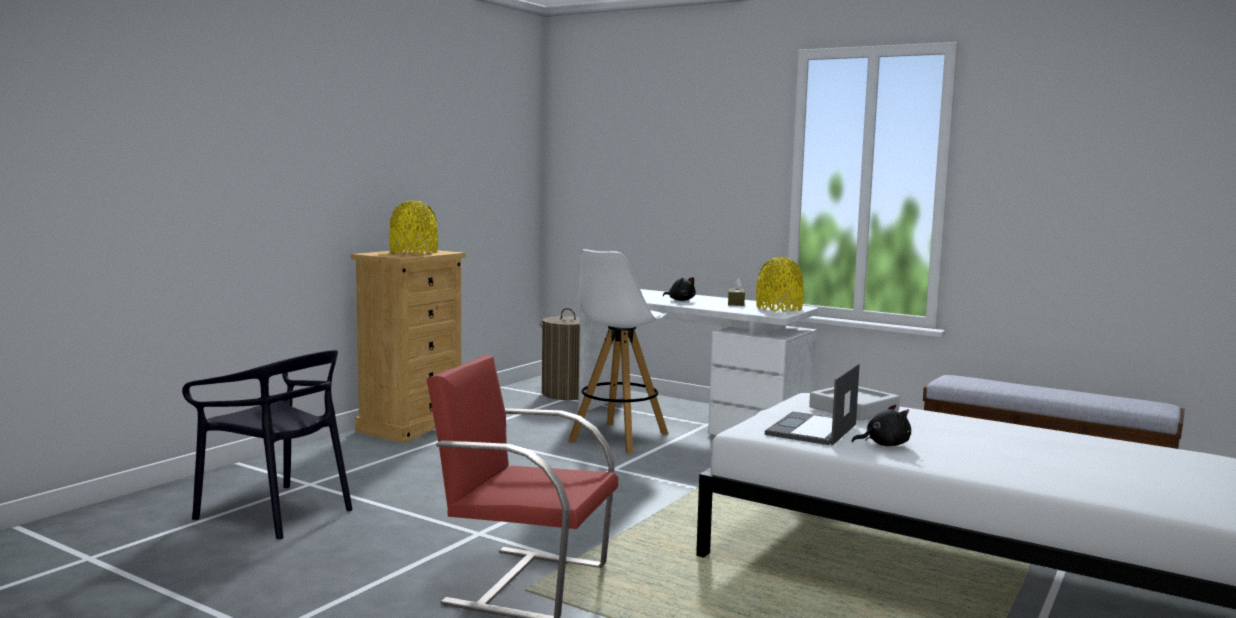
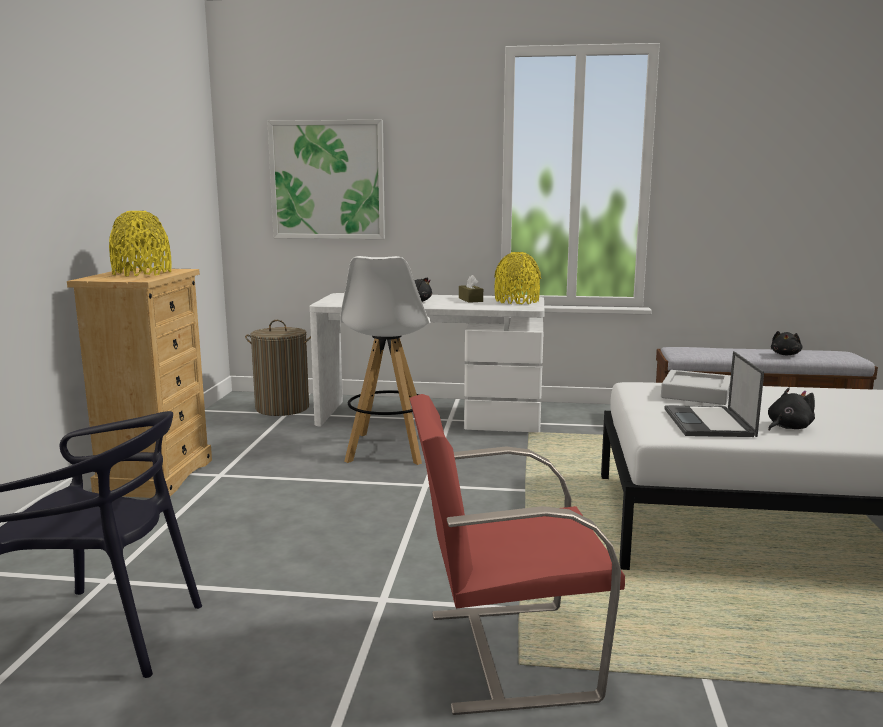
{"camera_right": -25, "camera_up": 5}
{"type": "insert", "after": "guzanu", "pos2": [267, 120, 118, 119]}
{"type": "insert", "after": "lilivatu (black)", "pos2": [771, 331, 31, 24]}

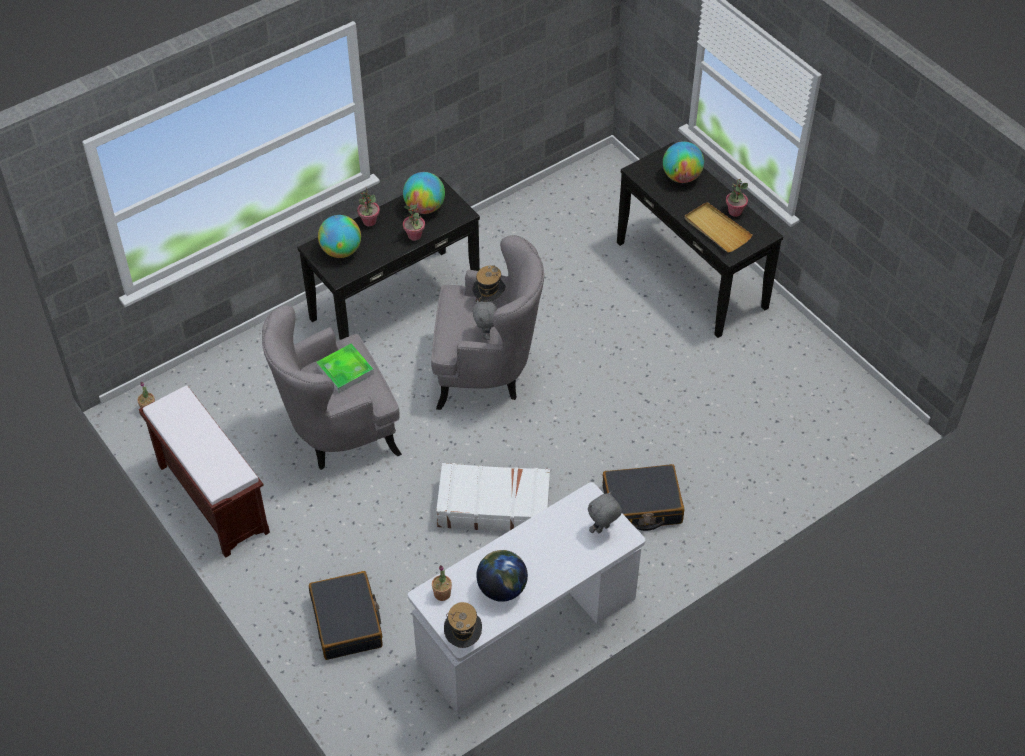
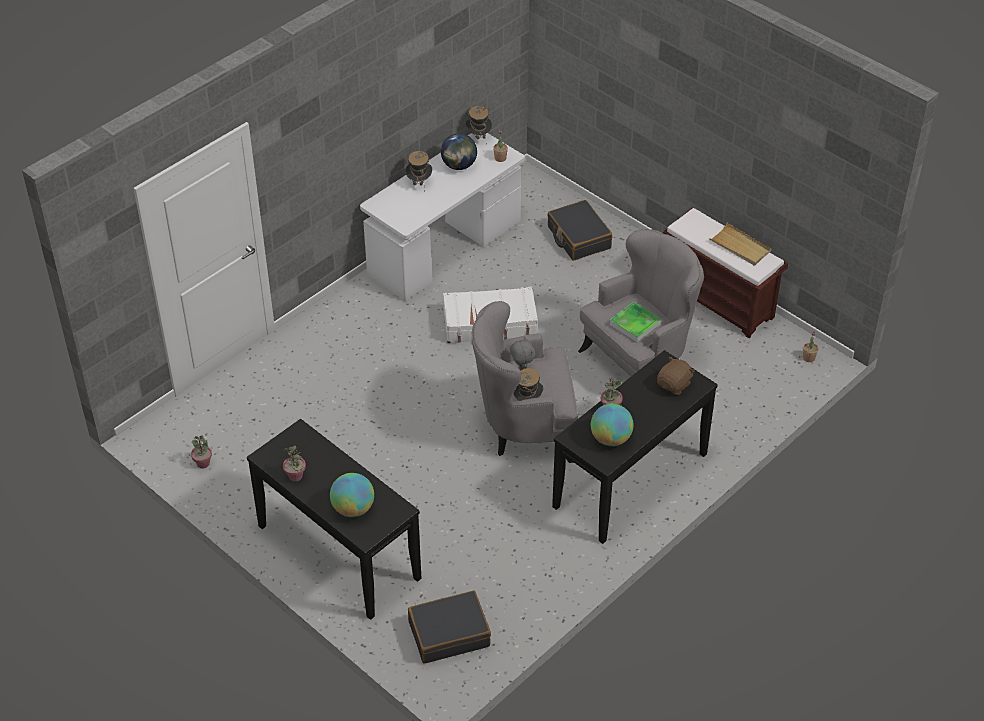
{"camera_right": 170, "camera_up": -5}
{"type": "move", "before": "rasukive", "pos1": [357, 188, 23, 39], "pos2": [191, 435, 21, 34]}
{"type": "insert", "after": "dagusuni", "pos2": [405, 151, 27, 34]}
{"type": "move", "before": "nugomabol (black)", "pos1": [603, 464, 82, 67], "pos2": [408, 591, 83, 73]}
{"type": "replace", "before": "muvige", "after": "lilivatu (brown)", "pos1": [318, 215, 43, 43], "pos2": [657, 357, 38, 38]}
{"type": "move", "before": "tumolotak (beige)", "pos1": [685, 202, 67, 51], "pos2": [709, 223, 62, 43]}
{"type": "delete", "before": "lilivatu (grey)", "pos1": [588, 492, 34, 41]}

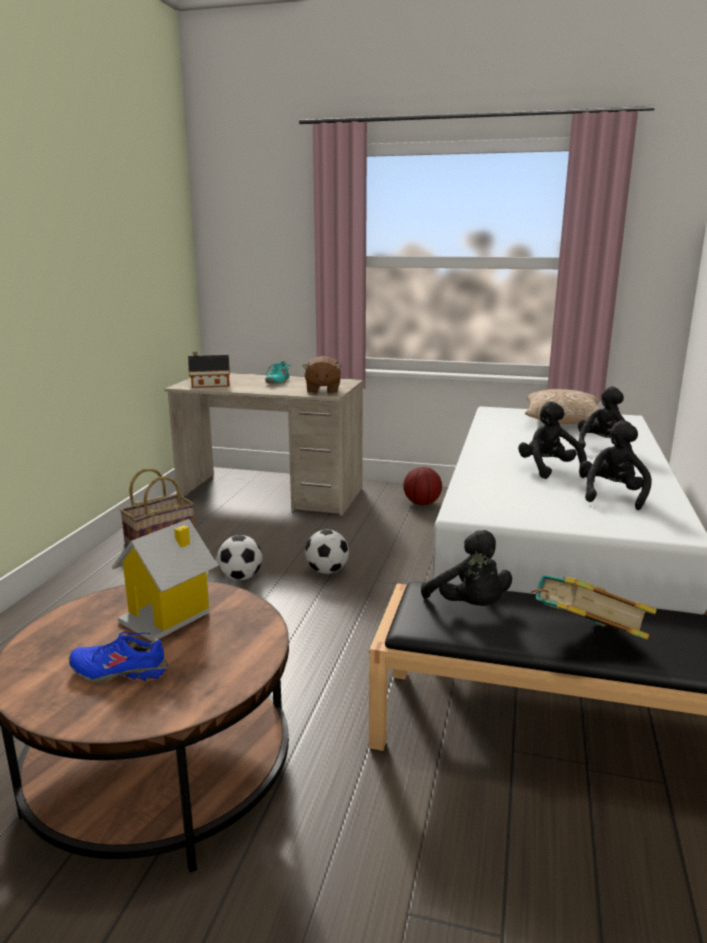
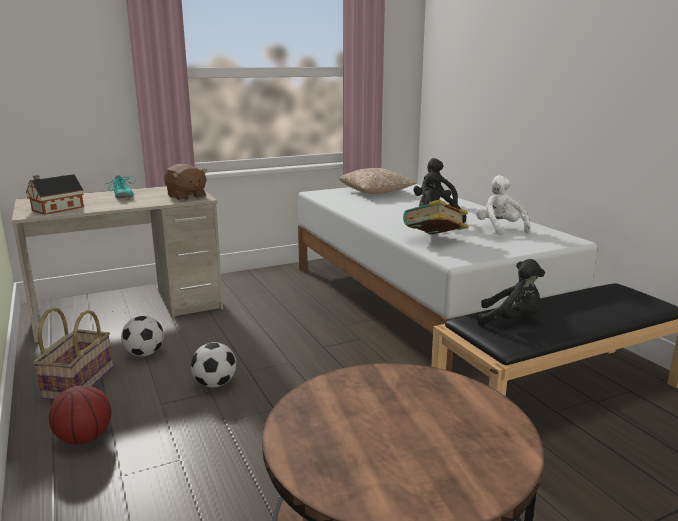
{"camera_right": -40, "camera_up": 0}
{"type": "move", "before": "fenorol", "pos1": [403, 467, 39, 38], "pos2": [48, 385, 64, 60]}
{"type": "move", "before": "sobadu", "pos1": [305, 530, 44, 44], "pos2": [121, 316, 43, 40]}
{"type": "move", "before": "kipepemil", "pos1": [532, 575, 125, 64], "pos2": [403, 200, 66, 35]}
{"type": "recolor", "before": "lilivatu (black)", "after": "lilivatu (white)", "pos1": [581, 420, 71, 90], "pos2": [476, 175, 54, 60]}
{"type": "delete", "before": "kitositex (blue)", "pos1": [69, 632, 99, 51]}
{"type": "delete", "before": "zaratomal", "pos1": [112, 519, 106, 123]}

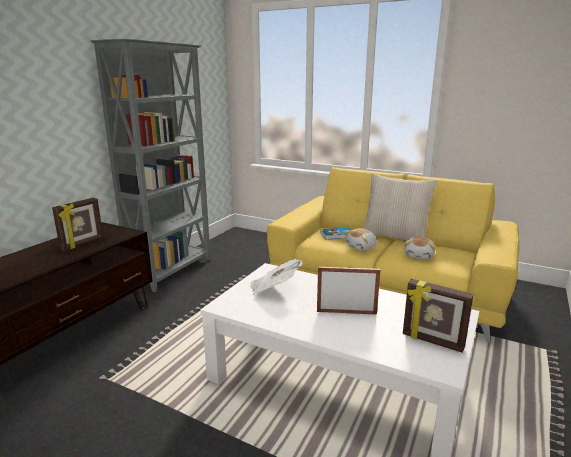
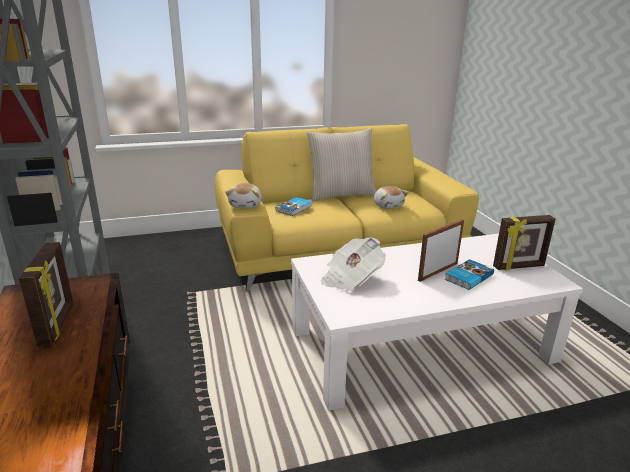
{"camera_right": -45, "camera_up": 5}
{"type": "move", "before": "lilivatu", "pos1": [343, 228, 34, 23], "pos2": [225, 183, 37, 25]}
{"type": "insert", "after": "kipepemil", "pos2": [444, 259, 50, 31]}

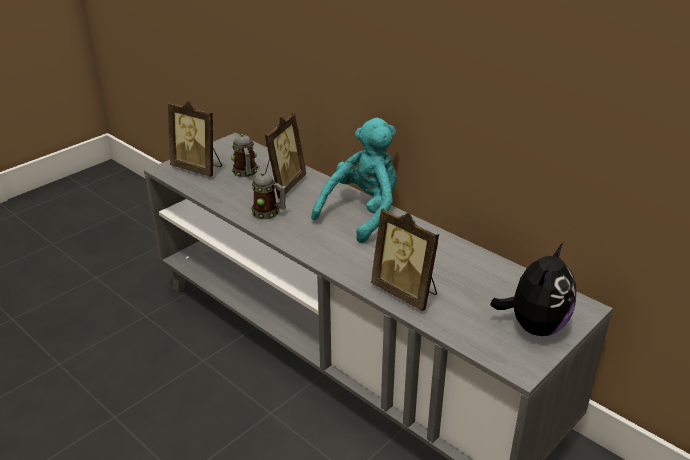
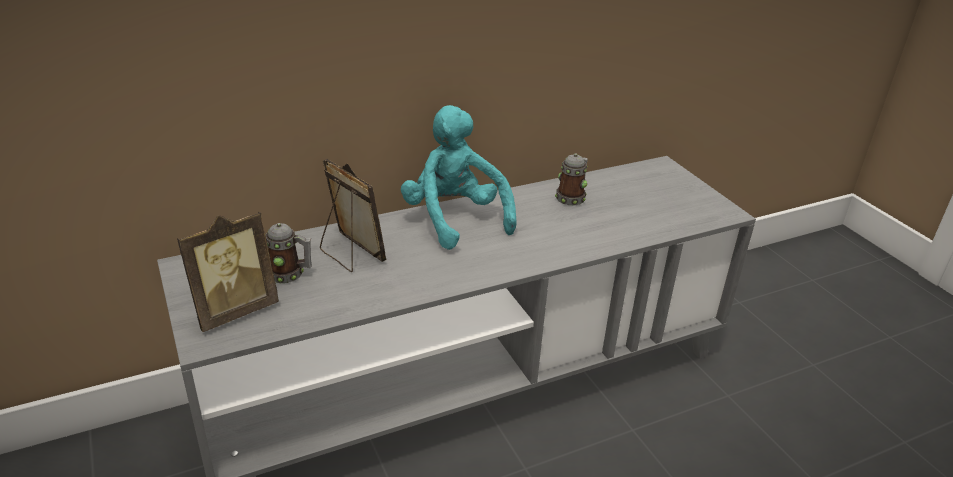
{"camera_right": -70, "camera_up": 0}
{"type": "move", "before": "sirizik", "pos1": [251, 173, 35, 46], "pos2": [555, 153, 33, 52]}
{"type": "delete", "before": "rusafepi", "pos1": [371, 208, 68, 103]}
{"type": "delete", "before": "lilivatu", "pos1": [490, 243, 87, 93]}

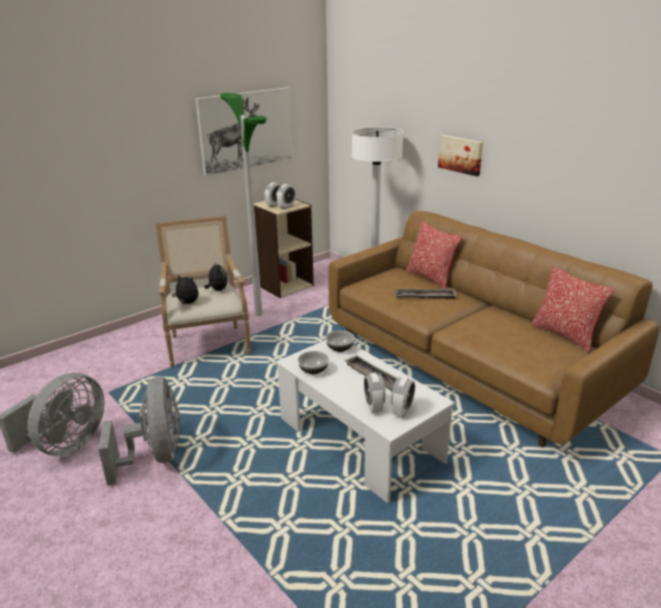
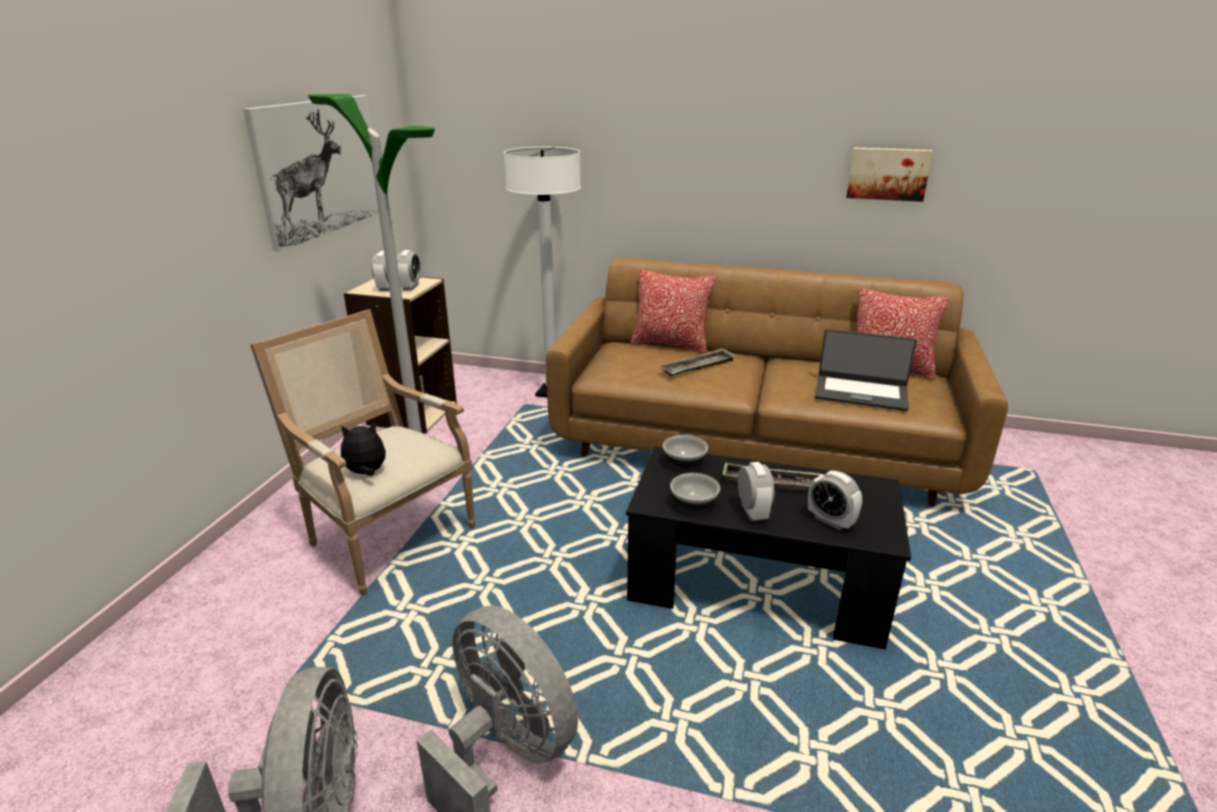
{"camera_right": -35, "camera_up": 0}
{"type": "recolor", "before": "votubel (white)", "after": "votubel (black)", "pos1": [276, 340, 179, 163], "pos2": [626, 447, 285, 202]}
{"type": "move", "before": "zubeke", "pos1": [391, 377, 24, 40], "pos2": [738, 462, 37, 59]}
{"type": "insert", "after": "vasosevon", "pos2": [815, 329, 102, 82]}
{"type": "move", "before": "guzanu", "pos1": [438, 135, 45, 42], "pos2": [846, 147, 87, 55]}
{"type": "delete", "before": "lilivatu", "pos1": [204, 262, 24, 29]}

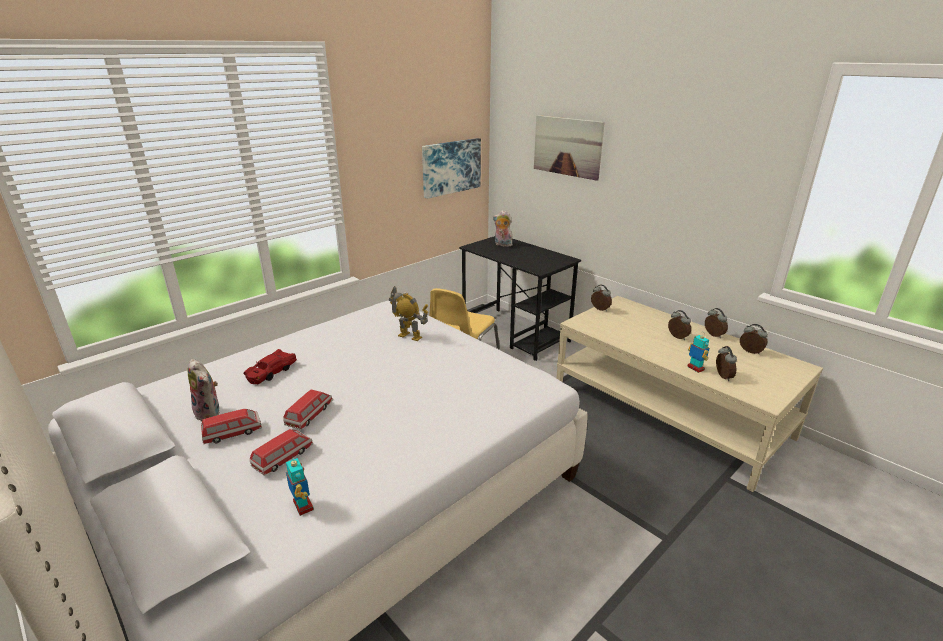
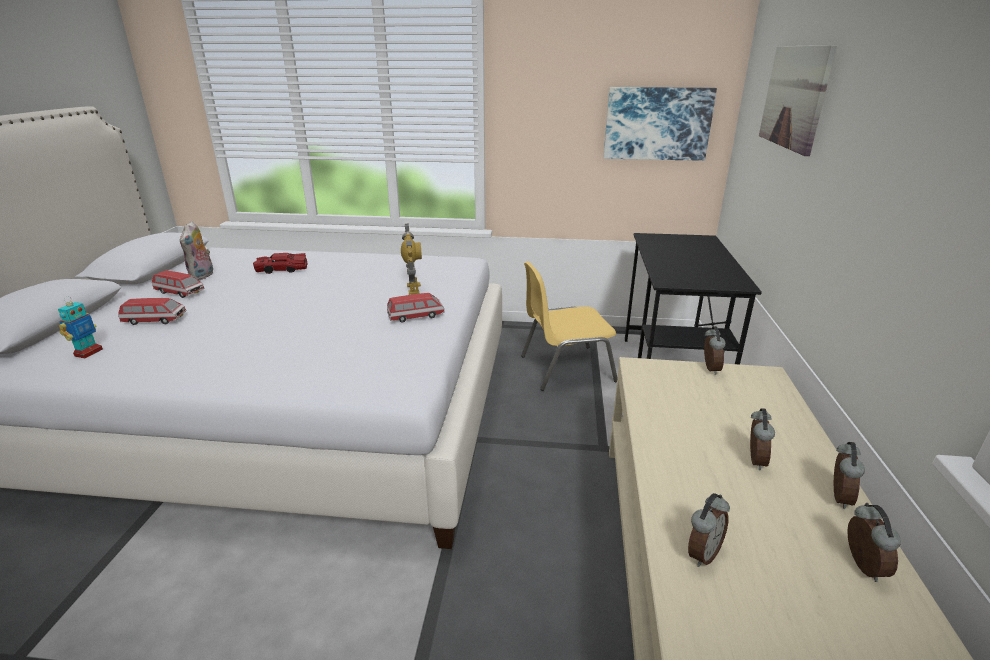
{"camera_right": 50, "camera_up": 0}
{"type": "move", "before": "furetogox", "pos1": [283, 390, 50, 40], "pos2": [387, 293, 58, 30]}
{"type": "delete", "before": "lilivatu", "pos1": [493, 210, 20, 37]}
{"type": "delete", "before": "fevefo", "pos1": [687, 333, 22, 40]}

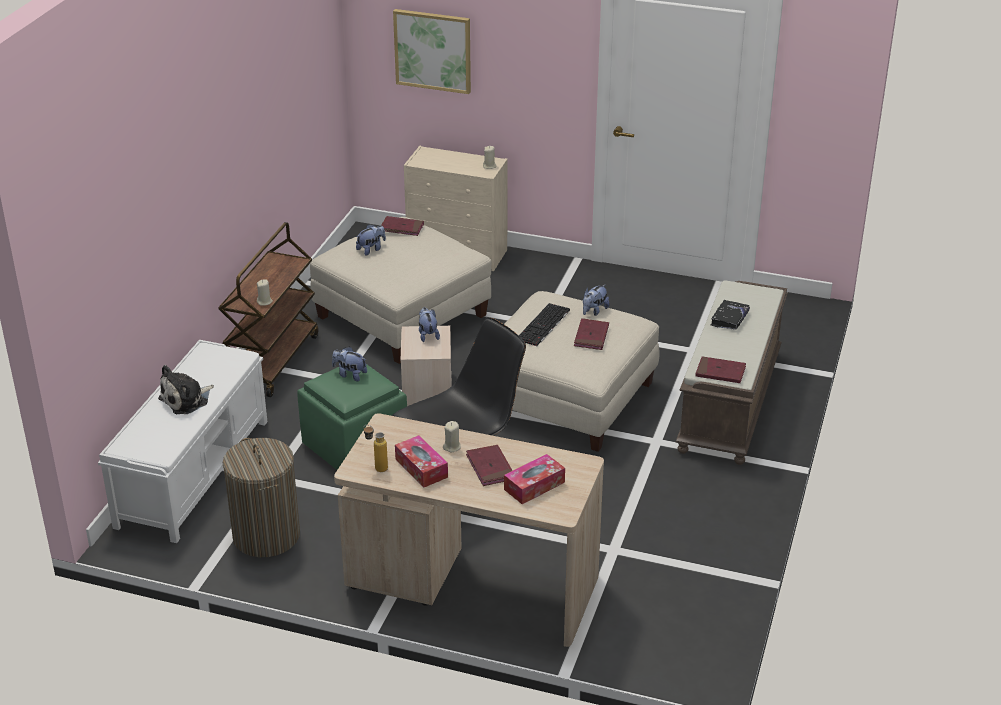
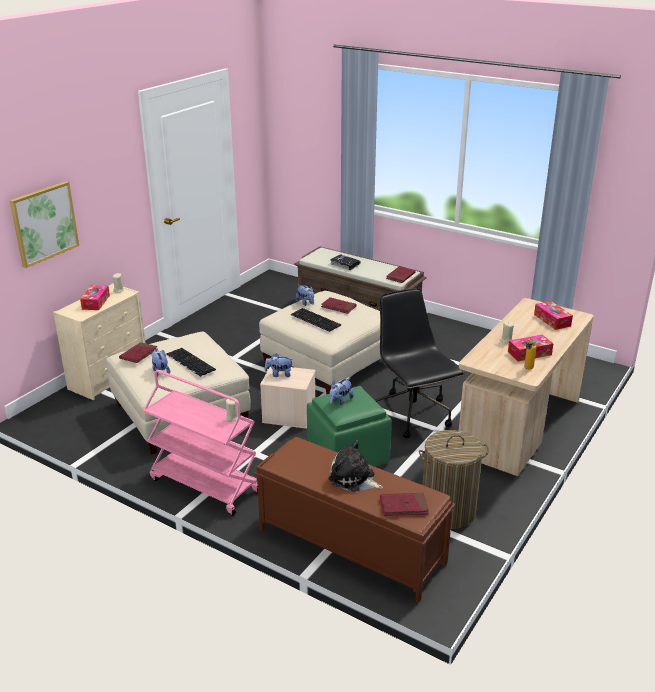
{"camera_right": -75, "camera_up": -5}
{"type": "insert", "after": "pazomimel", "pos2": [80, 285, 30, 25]}
{"type": "recolor", "before": "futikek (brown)", "after": "futikek (pink)", "pos1": [218, 222, 100, 175], "pos2": [143, 370, 115, 146]}
{"type": "insert", "after": "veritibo", "pos2": [166, 348, 50, 29]}
{"type": "recolor", "before": "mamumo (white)", "after": "mamumo (brown)", "pos1": [98, 340, 169, 203], "pos2": [254, 437, 201, 166]}
{"type": "rotate", "before": "lilivatu", "pos1": [158, 365, 56, 49], "pos2": [328, 440, 55, 52], "turn": 150}
{"type": "move", "before": "kipepemil (red)", "pos1": [466, 445, 47, 41], "pos2": [380, 493, 49, 23]}

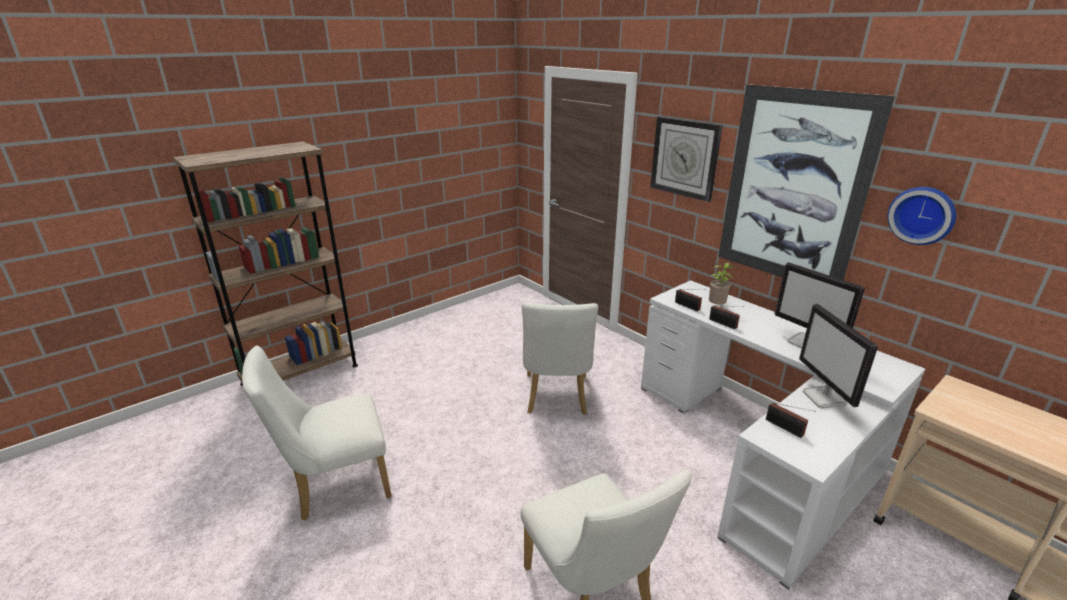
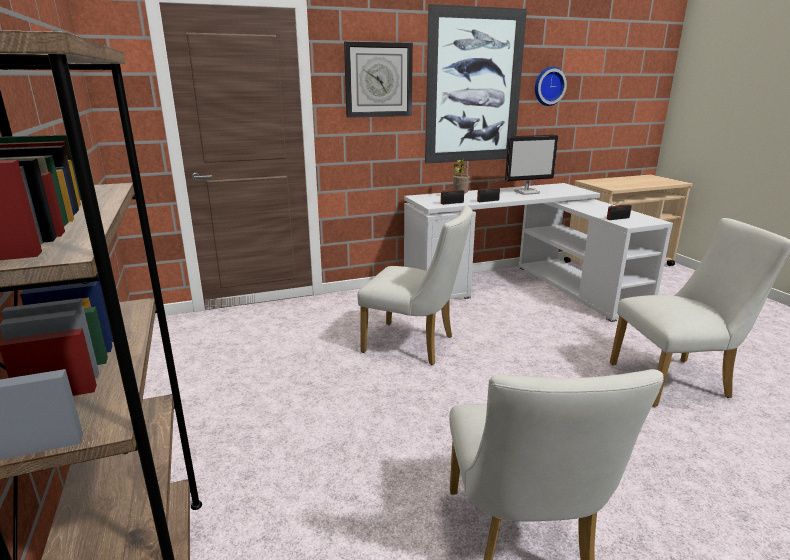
{"camera_right": -70, "camera_up": -5}
{"type": "delete", "before": "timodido", "pos1": [799, 304, 79, 105]}

